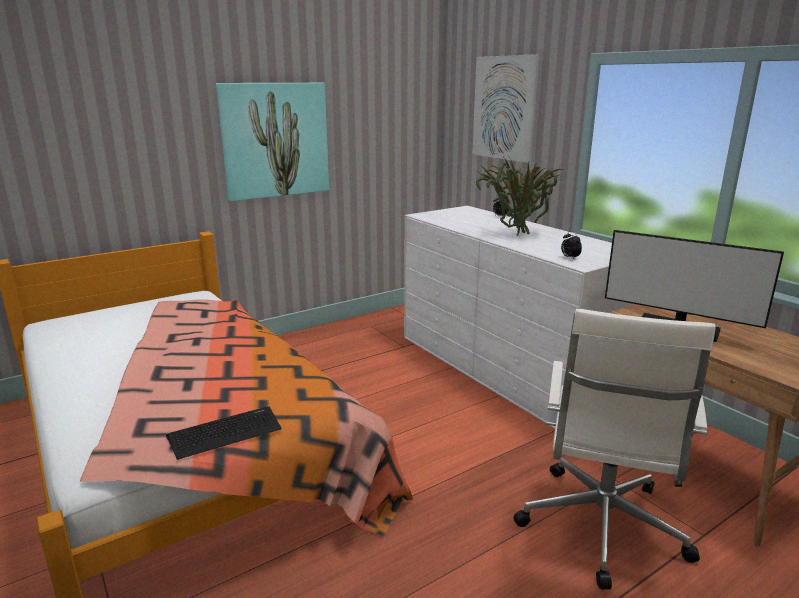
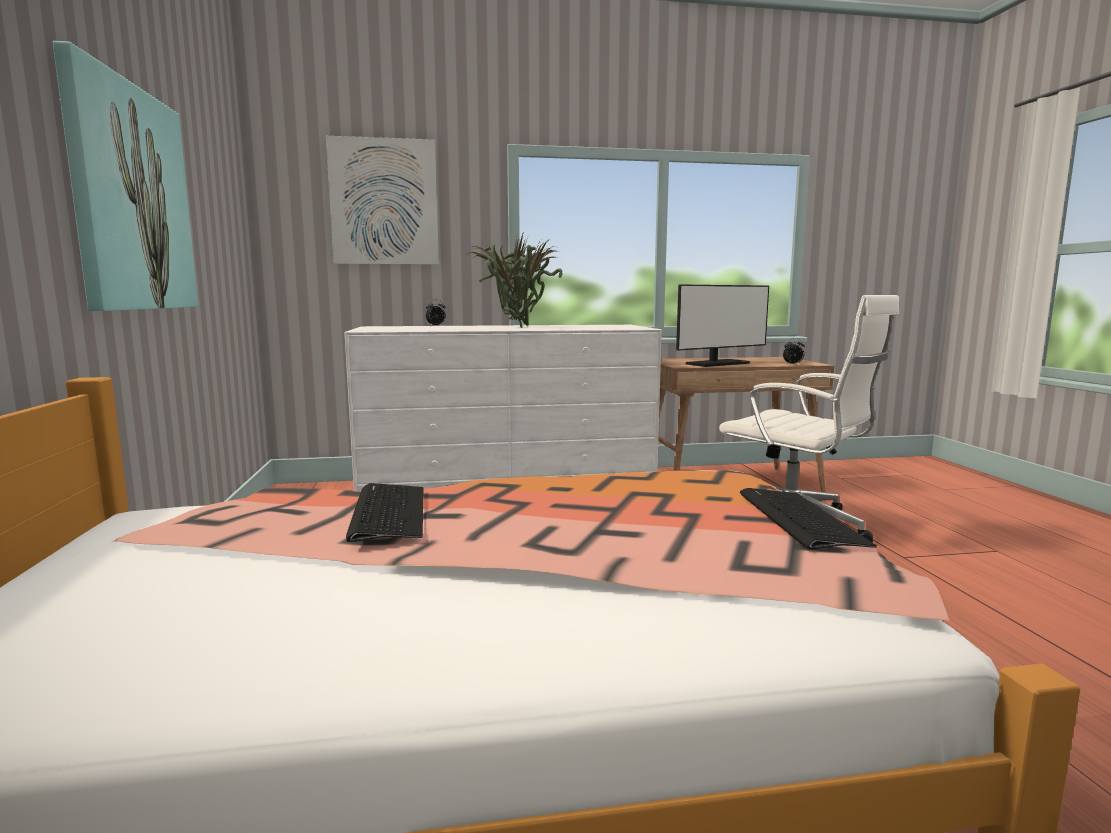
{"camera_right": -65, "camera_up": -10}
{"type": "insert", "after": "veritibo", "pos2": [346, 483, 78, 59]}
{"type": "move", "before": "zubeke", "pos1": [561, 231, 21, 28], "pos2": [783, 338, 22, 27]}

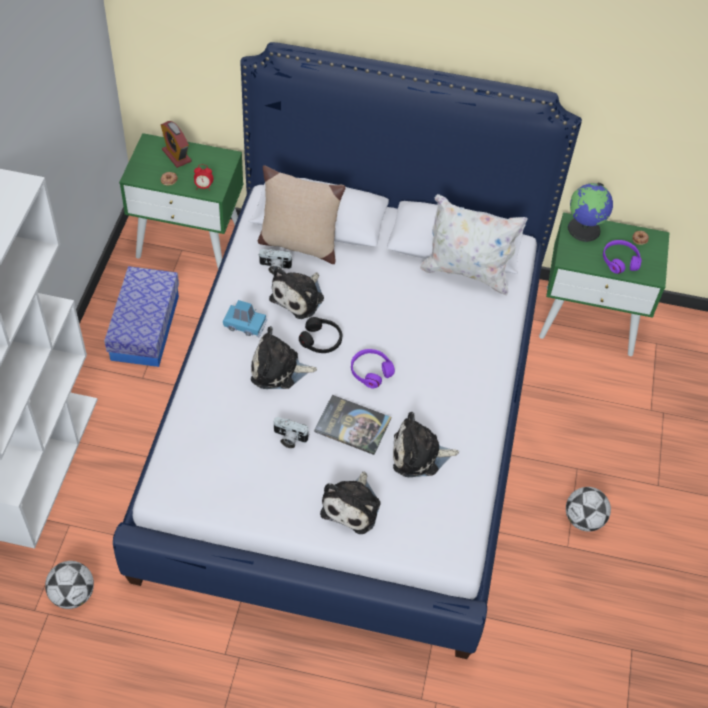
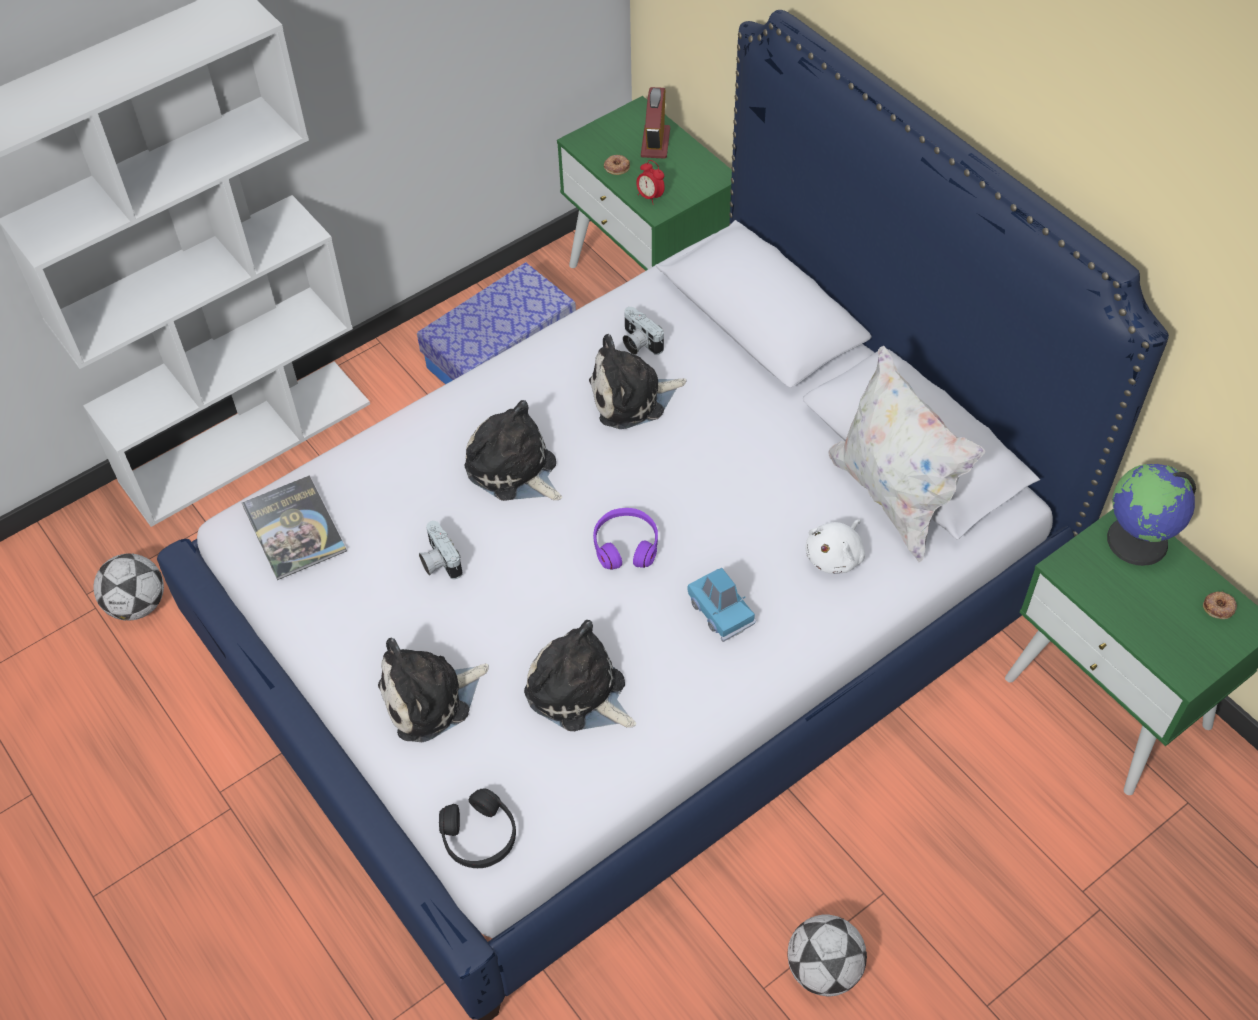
{"camera_right": 45, "camera_up": 0}
{"type": "move", "before": "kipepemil", "pos1": [314, 395, 77, 60], "pos2": [242, 475, 105, 105]}
{"type": "move", "before": "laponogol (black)", "pos1": [299, 317, 43, 36], "pos2": [439, 789, 77, 79]}
{"type": "move", "before": "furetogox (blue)", "pos1": [223, 300, 44, 38], "pos2": [687, 568, 69, 74]}
{"type": "insert", "after": "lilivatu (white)", "pos2": [805, 519, 60, 55]}
{"type": "delete", "before": "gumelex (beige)", "pos1": [258, 165, 87, 99]}
{"type": "delete", "before": "laponogol (purple)", "pos1": [603, 240, 39, 34]}

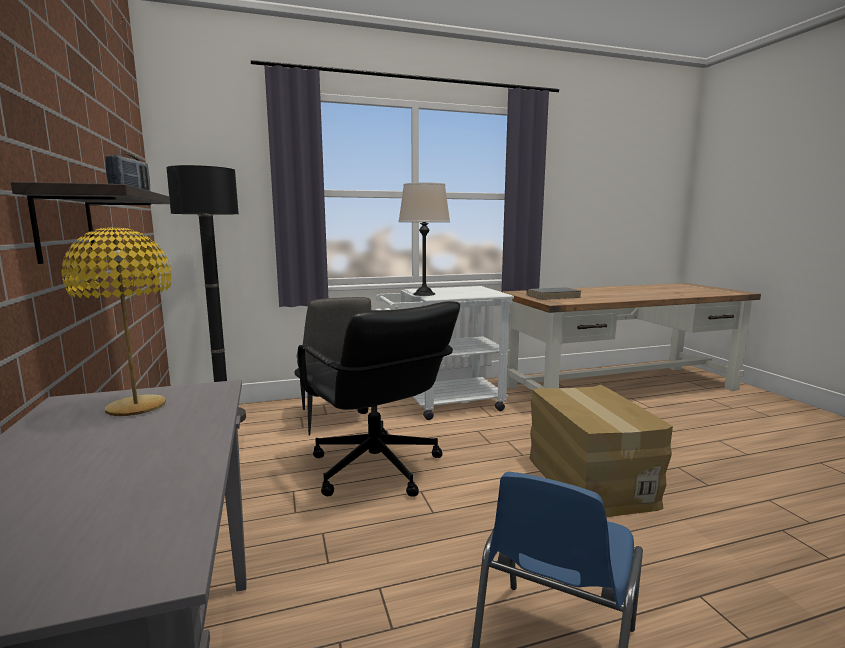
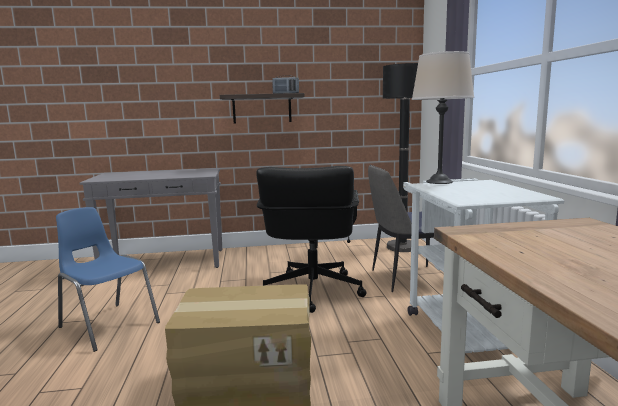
{"camera_right": 100, "camera_up": 0}
{"type": "rotate", "before": "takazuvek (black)", "pos1": [294, 301, 166, 195], "pos2": [256, 166, 110, 147], "turn": -60}
{"type": "delete", "before": "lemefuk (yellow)", "pos1": [62, 227, 110, 189]}
{"type": "delete", "before": "kipepemil (grey)", "pos1": [526, 287, 55, 13]}

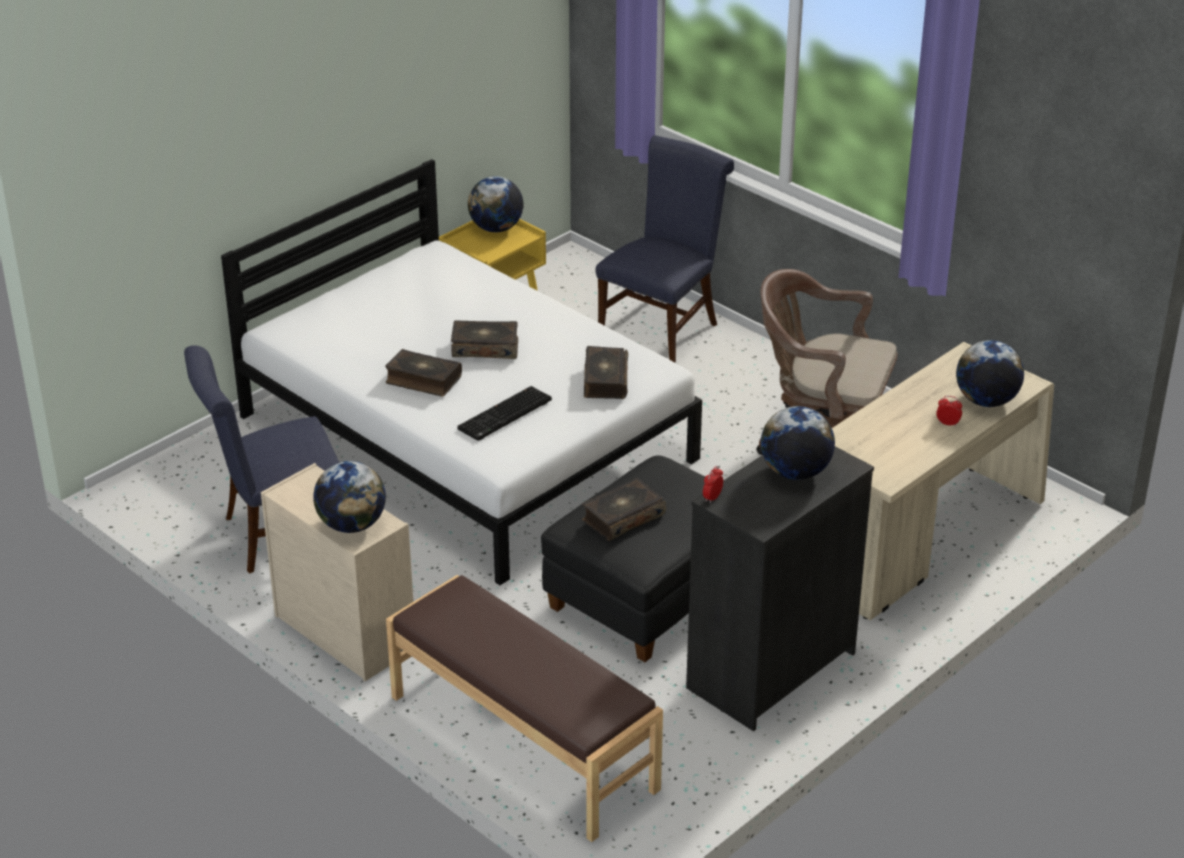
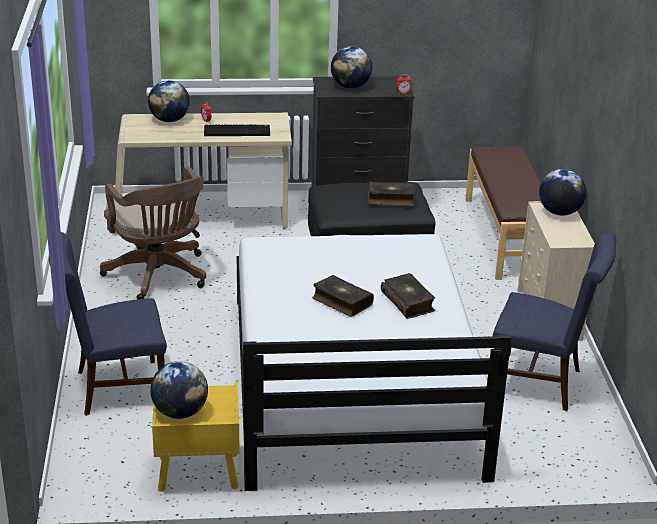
{"camera_right": -140, "camera_up": -5}
{"type": "move", "before": "veritibo", "pos1": [457, 386, 95, 55], "pos2": [204, 124, 66, 12]}
{"type": "delete", "before": "kipepemil", "pos1": [584, 346, 44, 53]}

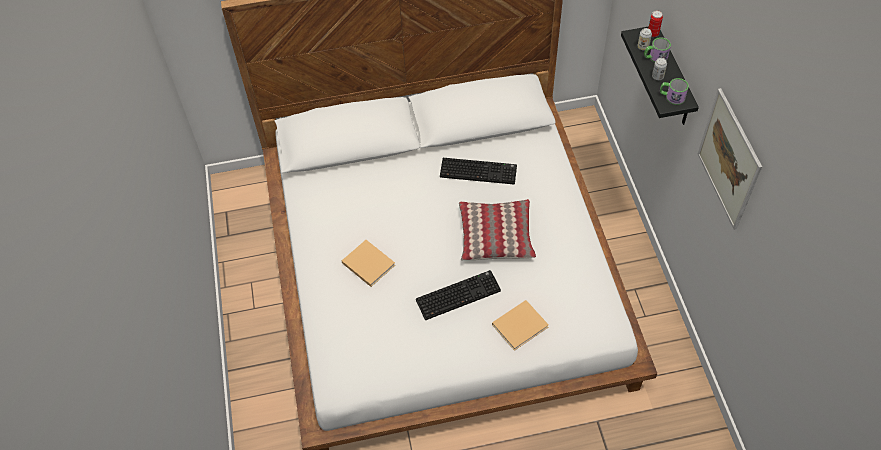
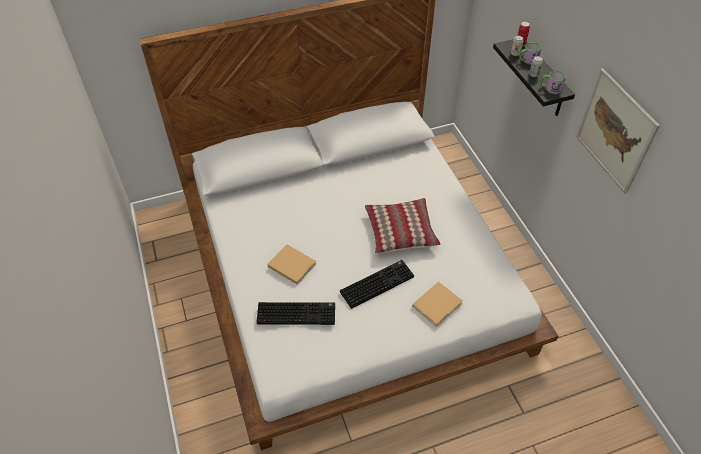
{"camera_right": -10, "camera_up": -5}
{"type": "move", "before": "veritibo", "pos1": [440, 158, 77, 27], "pos2": [256, 302, 79, 23]}

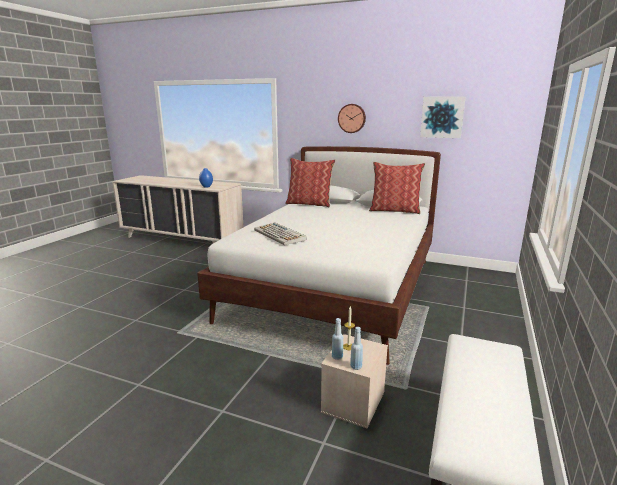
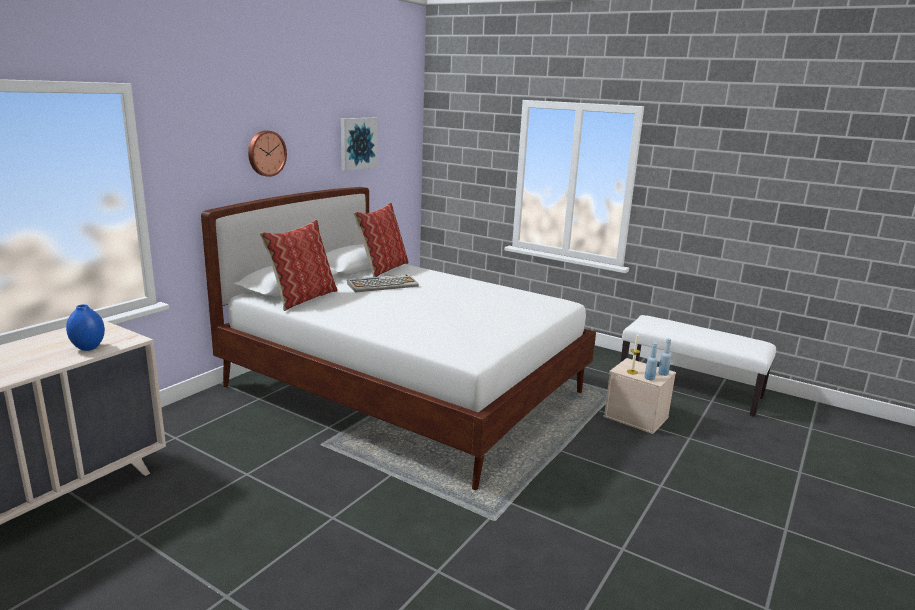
{"camera_right": -80, "camera_up": 0}
{"type": "move", "before": "veritibo", "pos1": [254, 222, 53, 23], "pos2": [347, 274, 72, 19]}

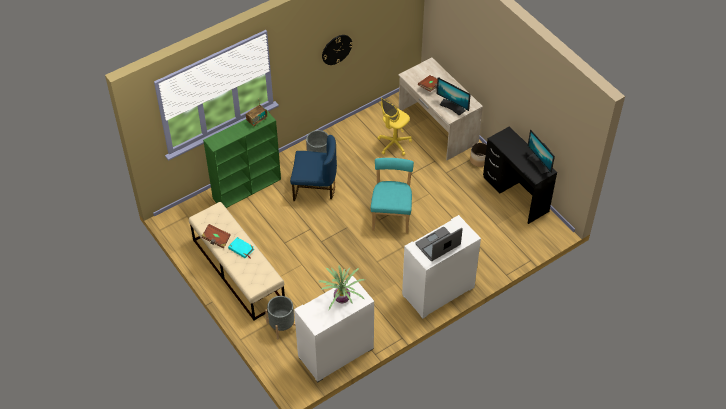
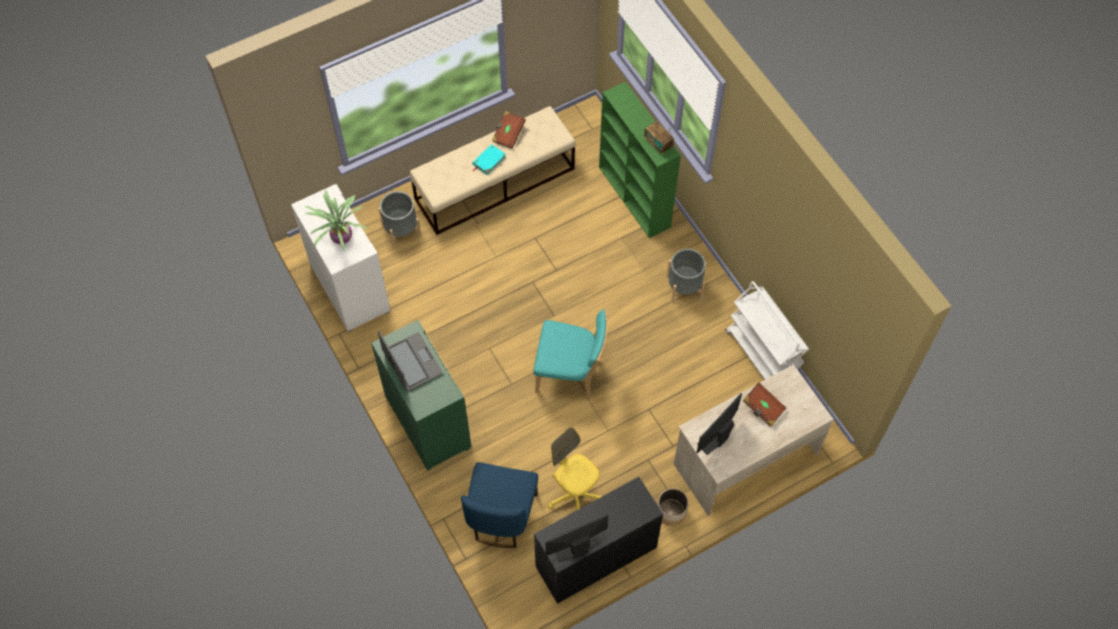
{"camera_right": 95, "camera_up": 10}
{"type": "recolor", "before": "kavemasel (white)", "after": "kavemasel (green)", "pos1": [402, 215, 79, 104], "pos2": [371, 320, 100, 151]}
{"type": "move", "before": "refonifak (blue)", "pos1": [290, 135, 47, 66], "pos2": [461, 462, 77, 86]}
{"type": "move", "before": "takazuvek (yellow)", "pos1": [378, 98, 34, 57], "pos2": [548, 427, 54, 83]}
{"type": "insert", "after": "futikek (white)", "pos2": [726, 281, 83, 99]}
{"type": "delete", "before": "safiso", "pos1": [322, 35, 31, 30]}

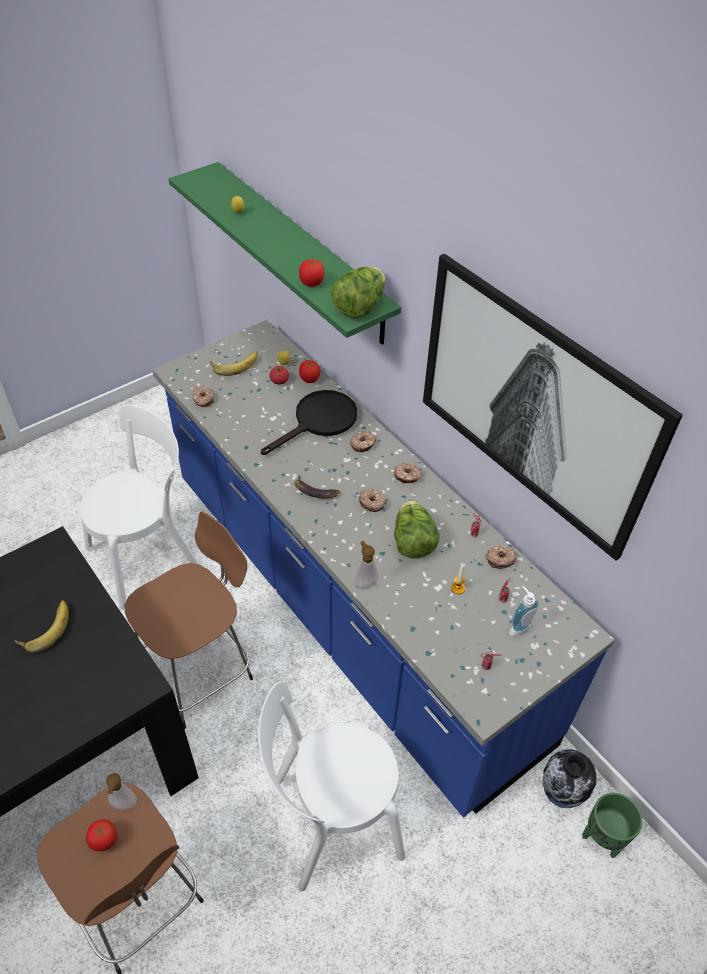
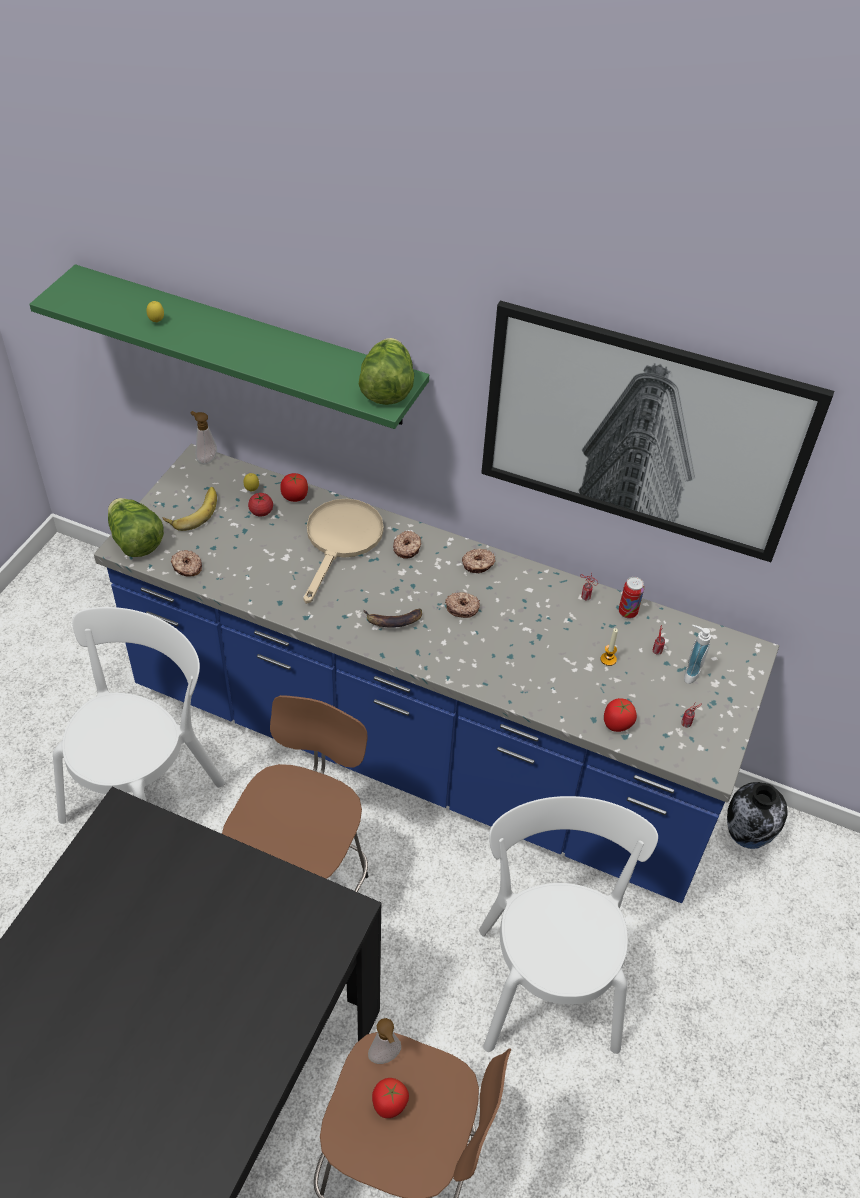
{"camera_right": -30, "camera_up": 0}
{"type": "move", "before": "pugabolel", "pos1": [394, 500, 46, 58], "pos2": [108, 498, 56, 59]}
{"type": "move", "before": "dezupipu", "pos1": [354, 541, 25, 48], "pos2": [190, 411, 27, 54]}
{"type": "recolor", "before": "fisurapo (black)", "after": "fisurapo (beige)", "pos1": [261, 390, 96, 65], "pos2": [303, 499, 81, 105]}
{"type": "rotate", "before": "refonifak (white)", "pos1": [258, 681, 148, 211], "pos2": [479, 796, 179, 258], "turn": 135}
{"type": "move", "before": "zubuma", "pos1": [299, 259, 25, 28], "pos2": [604, 698, 33, 34]}
{"type": "replace", "before": "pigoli", "after": "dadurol", "pos1": [486, 546, 30, 23], "pos2": [619, 577, 25, 42]}
{"type": "delete", "before": "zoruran", "pos1": [14, 600, 55, 52]}
{"type": "delete", "before": "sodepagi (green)", "pos1": [582, 793, 61, 65]}

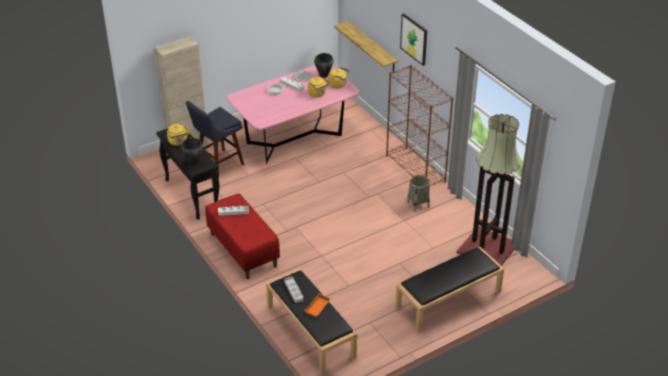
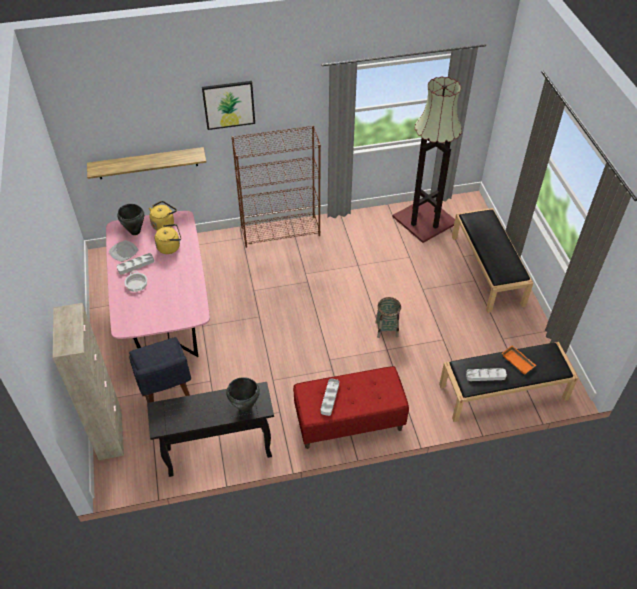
{"camera_right": -70, "camera_up": 10}
{"type": "move", "before": "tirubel", "pos1": [407, 175, 23, 37], "pos2": [375, 297, 26, 41]}
{"type": "delete", "before": "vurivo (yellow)", "pos1": [167, 124, 23, 22]}

